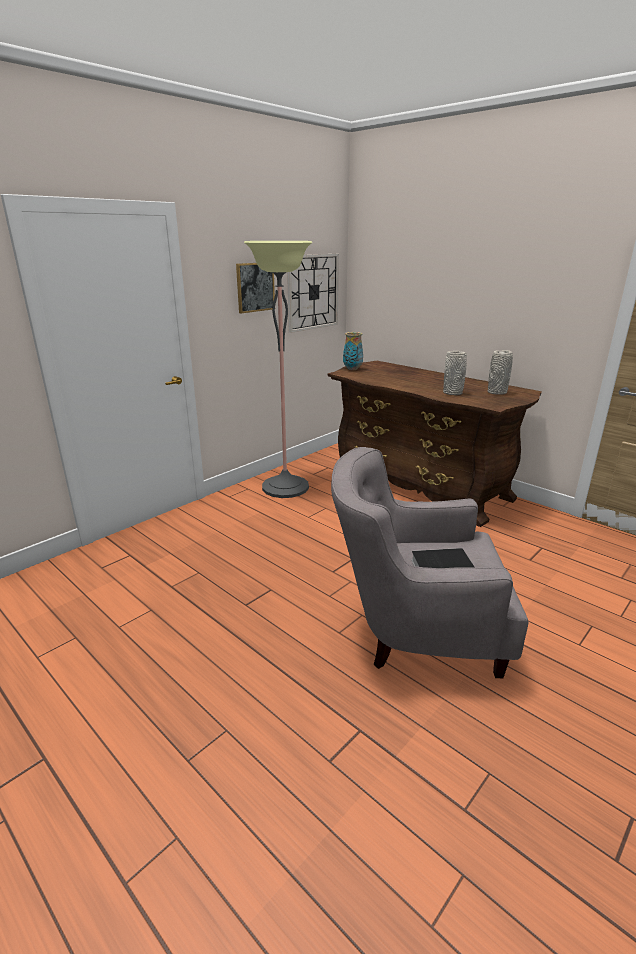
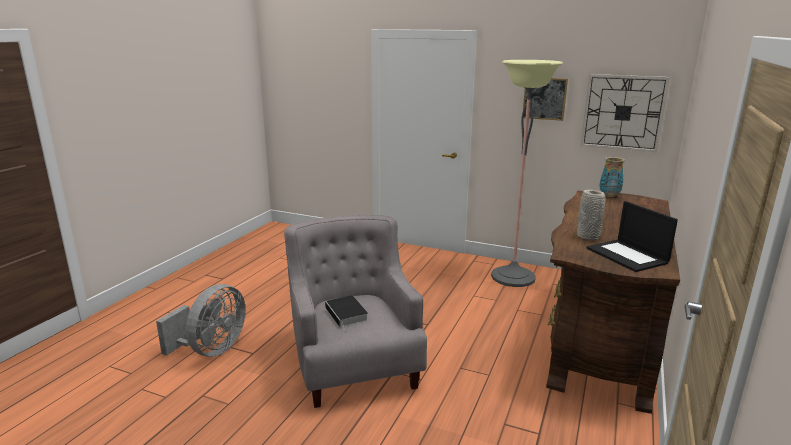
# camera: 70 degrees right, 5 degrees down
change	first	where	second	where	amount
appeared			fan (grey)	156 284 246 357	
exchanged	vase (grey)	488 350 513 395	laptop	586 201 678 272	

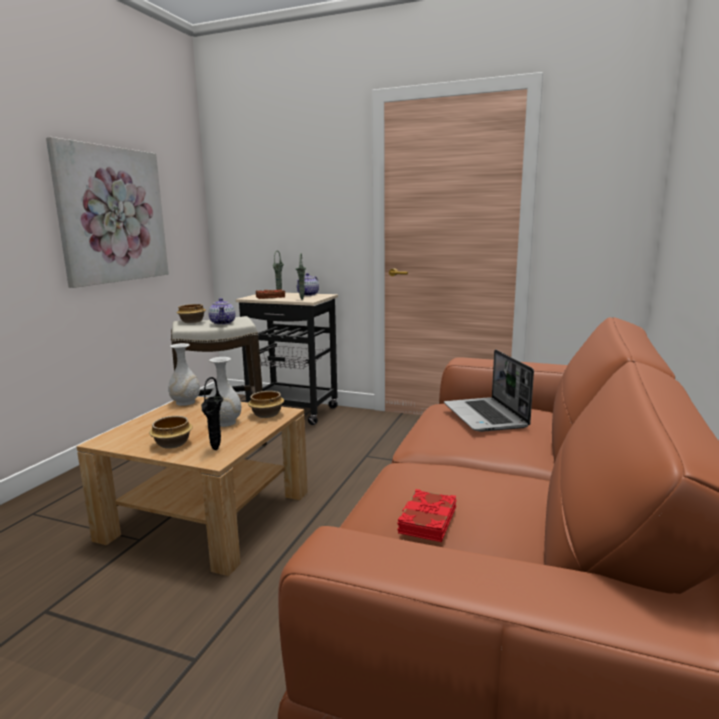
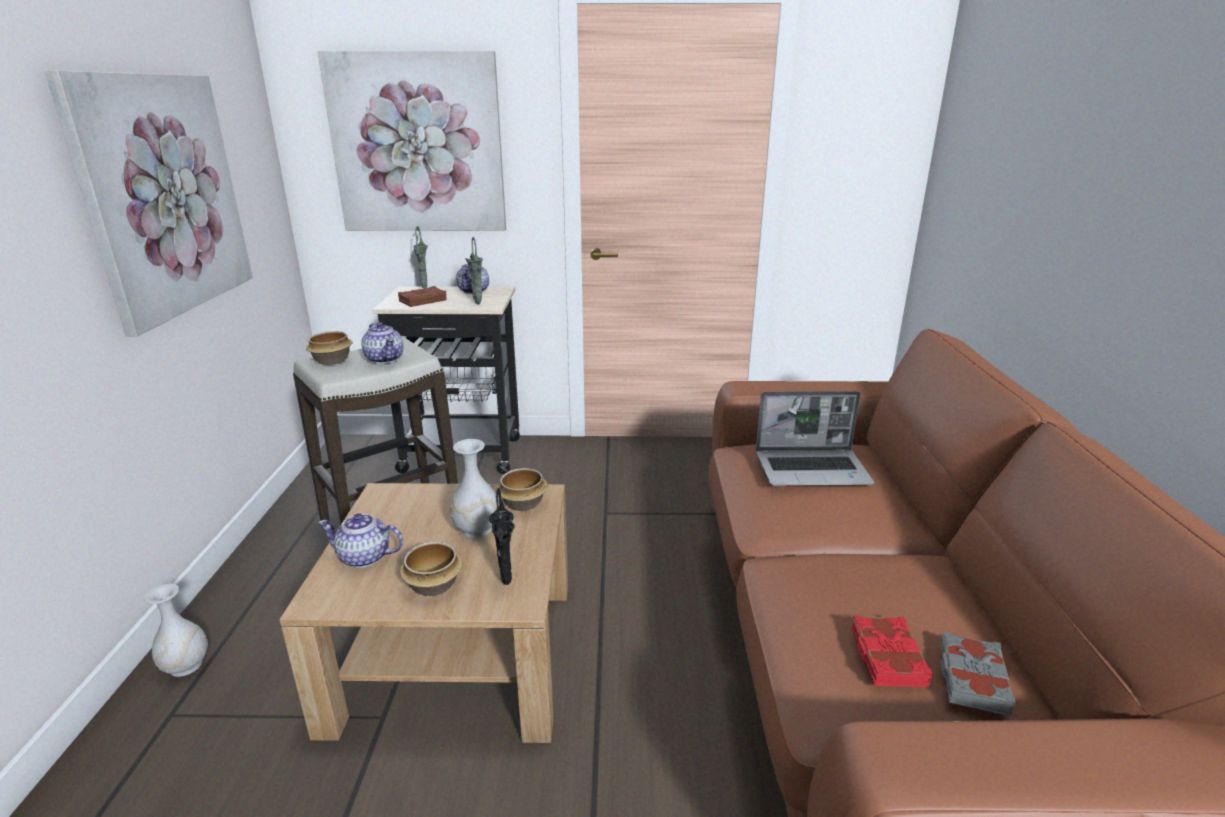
# camera: 20 degrees left, 10 degrees up
change	first	where	second	where	amount
appeared			picture	318 51 506 231	
appeared			teapot	318 513 403 568	
appeared			book (grey)	940 632 1015 716	
relocated	vase (white)	168 343 200 406		144 584 208 677	
spun	laptop	444 349 534 432		756 391 874 486	60 degrees counterclockwise

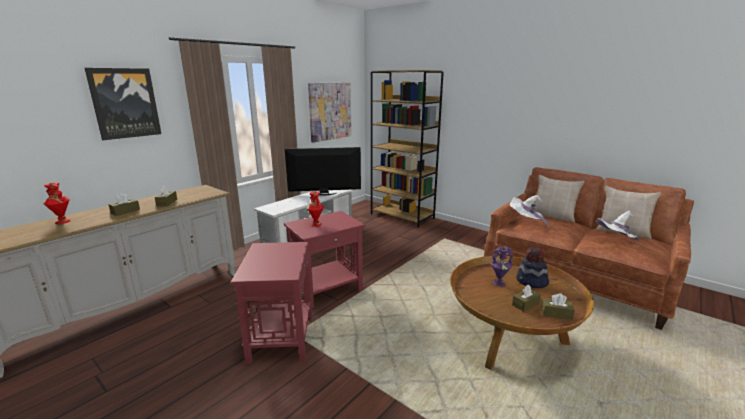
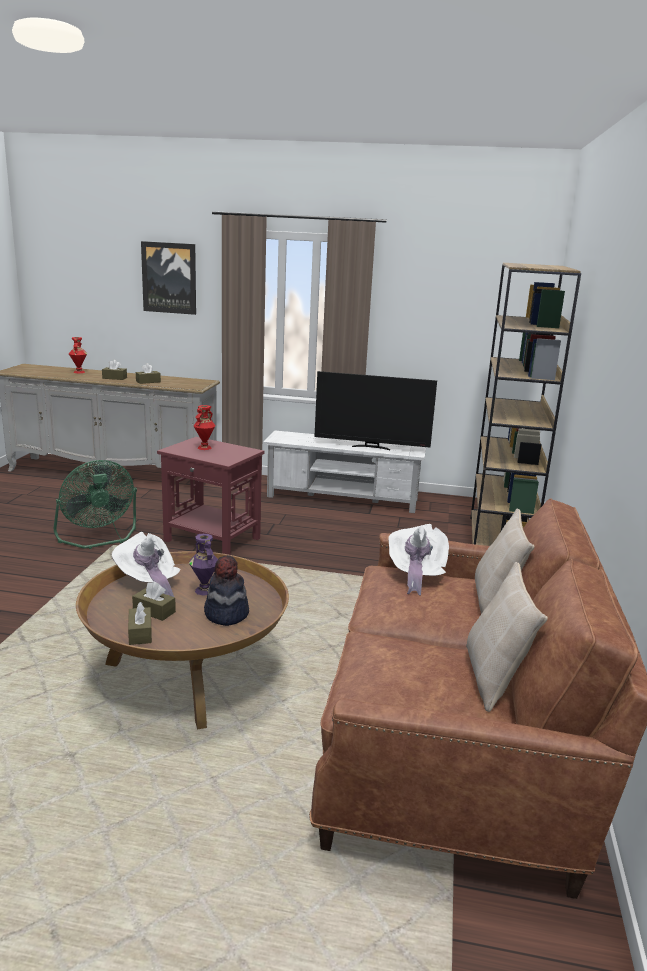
# camera: 60 degrees right, 0 degrees up
change	first	where	second	where	amount
missing	picture	308 82 352 143			
relocated	hat (white)	596 210 640 242		112 532 180 597	
exchanged	side table (red)	231 242 312 364	fan (green)	54 460 137 549	
spun	television	285 147 361 196		315 371 437 450	135 degrees clockwise

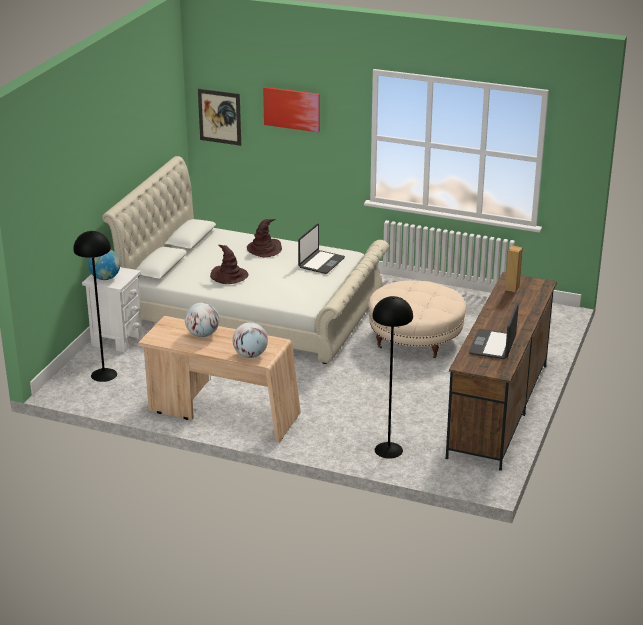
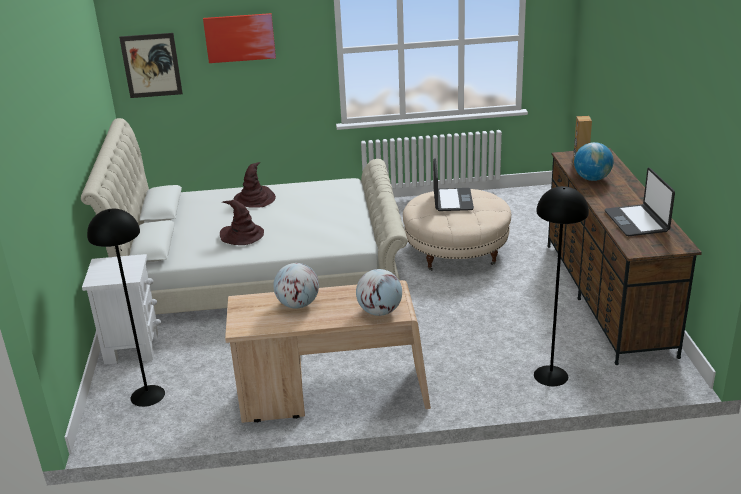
# camera: 25 degrees left, 0 degrees up
change	first	where	second	where	amount
relocated	globe	88 250 120 280		574 142 614 181	
relocated	laptop	298 224 345 274		433 158 474 211	

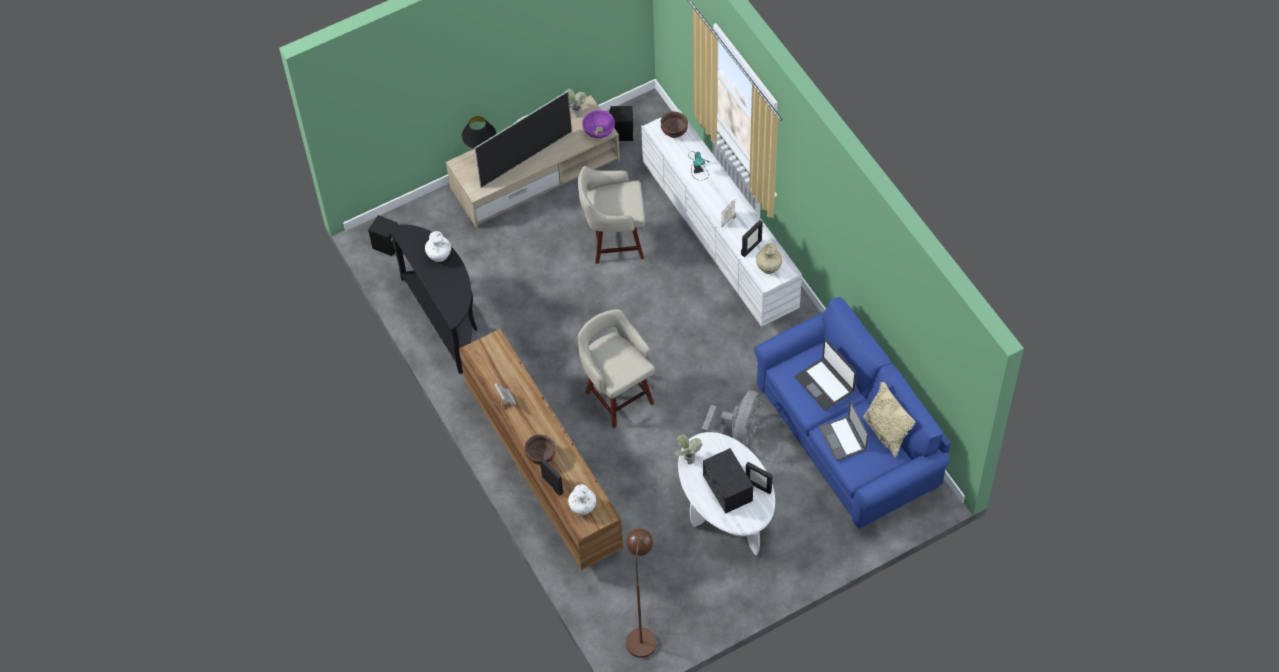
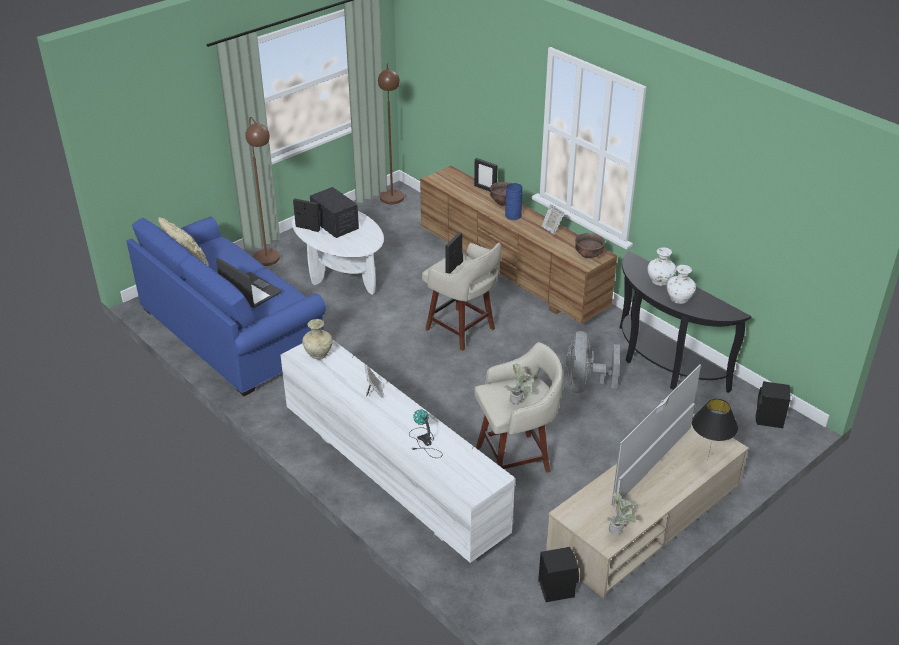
# camera: 165 degrees right, 20 degrees down
change	first	where	second	where	amount
missing	bowl (purple)	582 110 615 138			
missing	laptop	819 401 868 461			
appeared			floor lamp (brown)	245 117 280 266	
appeared			vase (blue)	505 183 522 220	
relocated	vase (white)	568 484 596 515		648 247 676 286	
relocated	bowl (brown)	660 111 688 138		575 233 605 258	
relocated	potted plant	674 434 702 464		504 364 533 404	
relocated	fan (grey)	702 390 761 446		566 331 620 393	
relocated	picture frame	741 220 763 257		446 232 463 274	

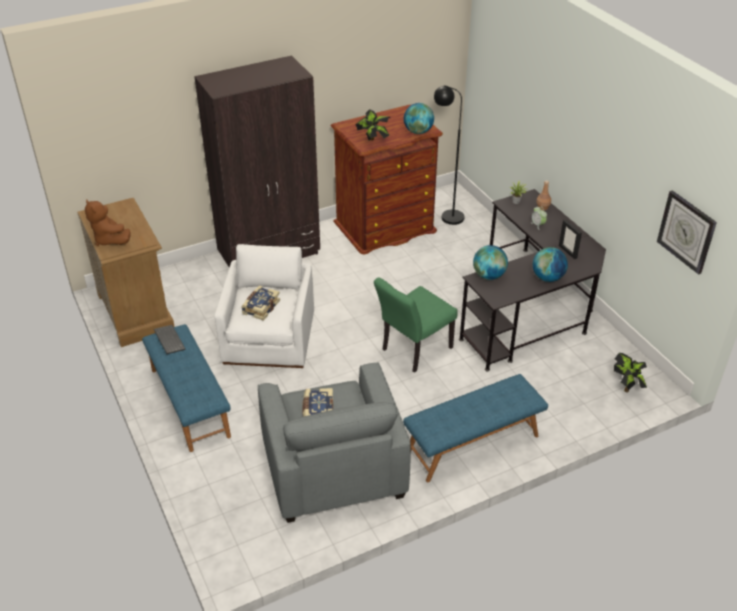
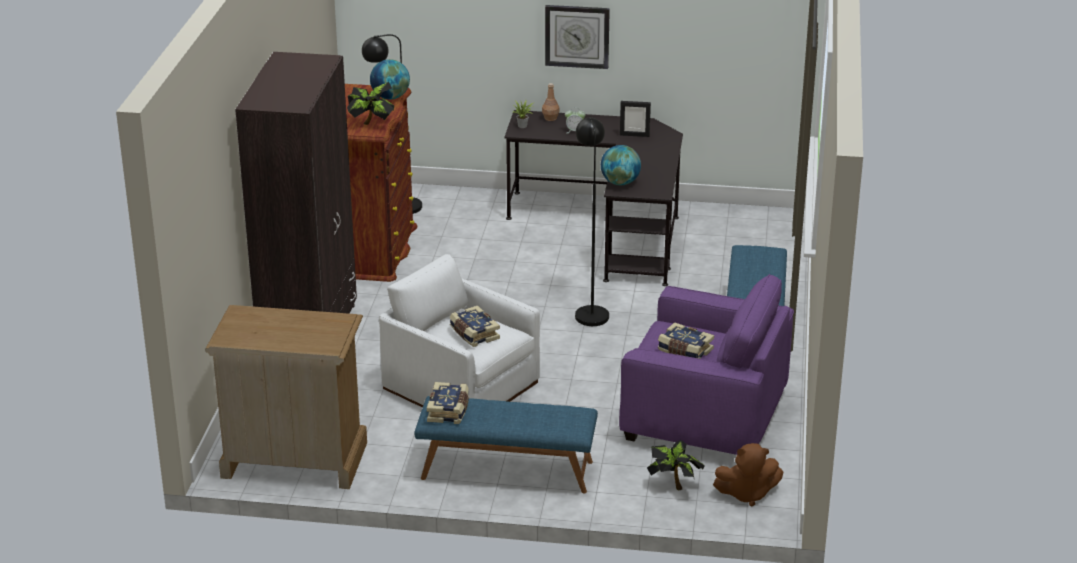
# camera: 55 degrees left, 10 degrees down
change	first	where	second	where	amount
missing	globe	533 247 568 282			
relocated	plush toy (brown)	85 199 130 246		713 443 783 506	
relocated	potted plant	614 353 647 392		647 440 705 490	
relocated	wall clock	657 190 717 275		545 5 610 69	
exchanged	keyboard	154 325 186 354	book	427 382 469 424	
exchanged	chair (green)	374 277 458 372	floor lamp (black)	575 117 609 326	
colour	armchair (grey)	258 362 411 523	armchair (purple)	619 274 794 455	

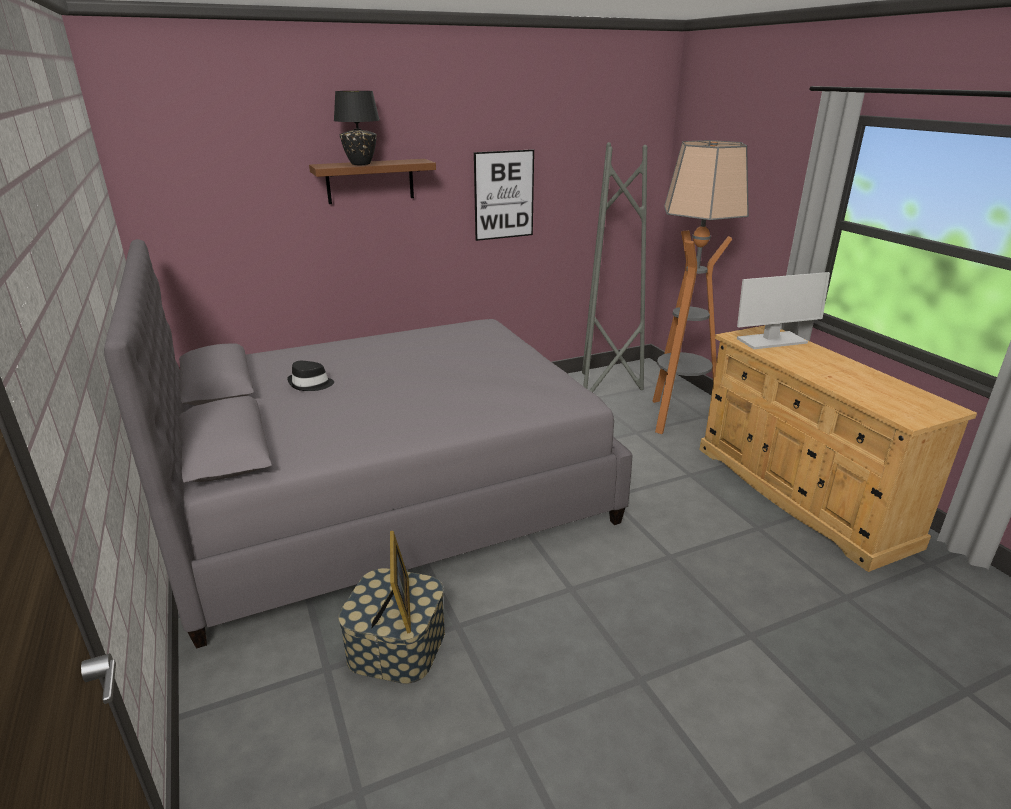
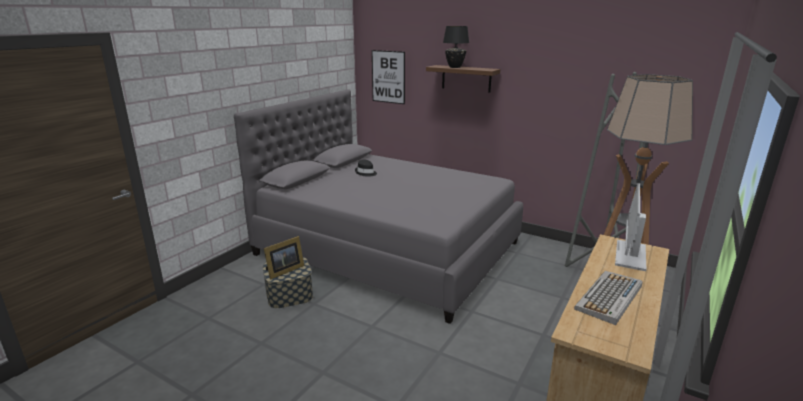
# camera: 55 degrees right, 5 degrees down
change	first	where	second	where	amount
appeared			keyboard	574 271 643 325	
relocated	picture	474 149 534 241		372 50 405 104	
spun	monitor	737 272 830 349		615 183 646 271	75 degrees clockwise

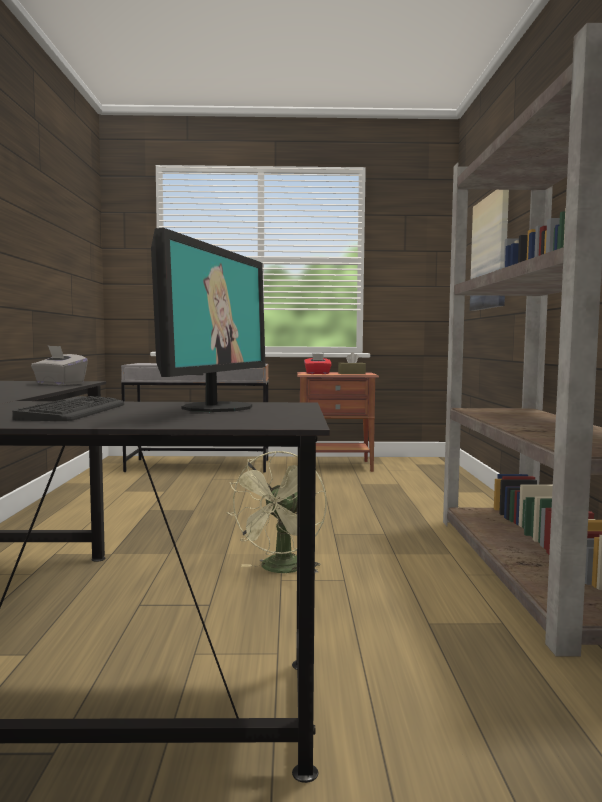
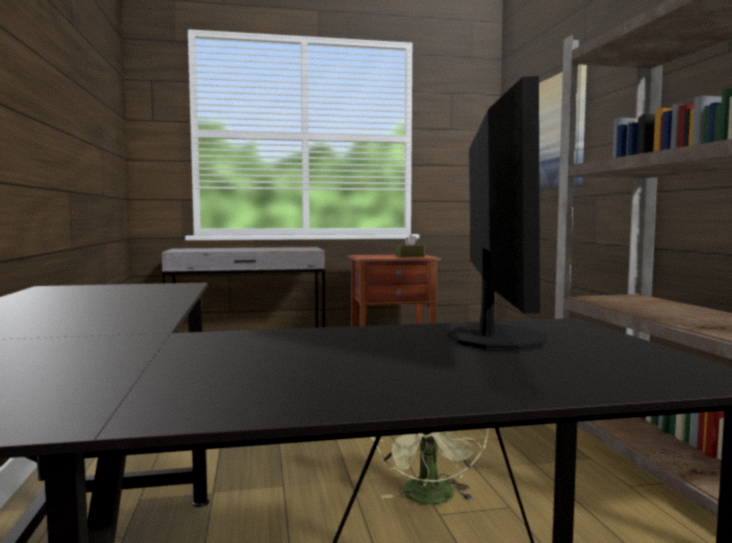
# camera: 10 degrees left, 0 degrees up
change	first	where	second	where	amount
missing	keyboard	12 396 124 421			
missing	tissue box (grey)	31 345 88 385			
missing	tissue box (red)	304 353 332 374			

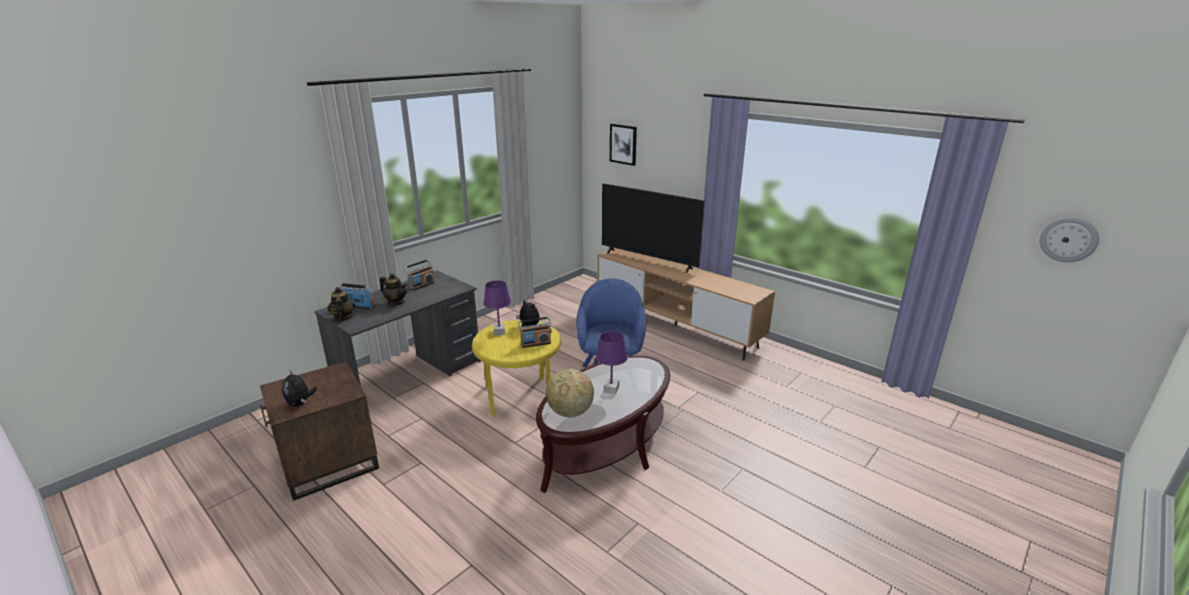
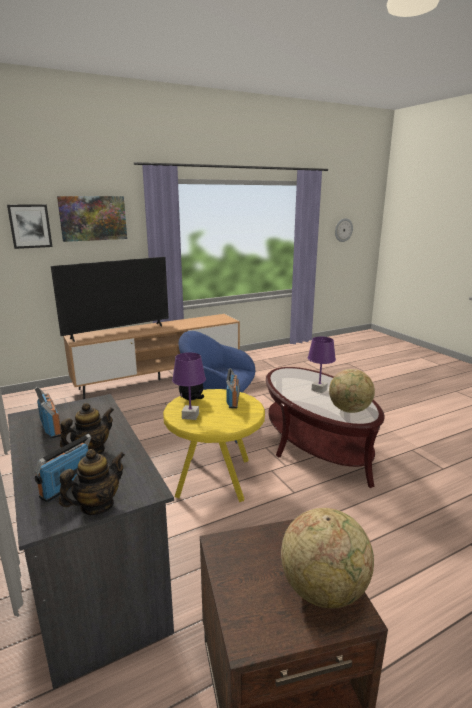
# camera: 70 degrees left, 5 degrees down
change	first	where	second	where	amount
appeared			picture	57 196 127 242	
exchanged	plush toy	282 369 317 407	globe	281 508 374 608	
spun	teapot	327 287 355 321		59 449 125 515	135 degrees clockwise

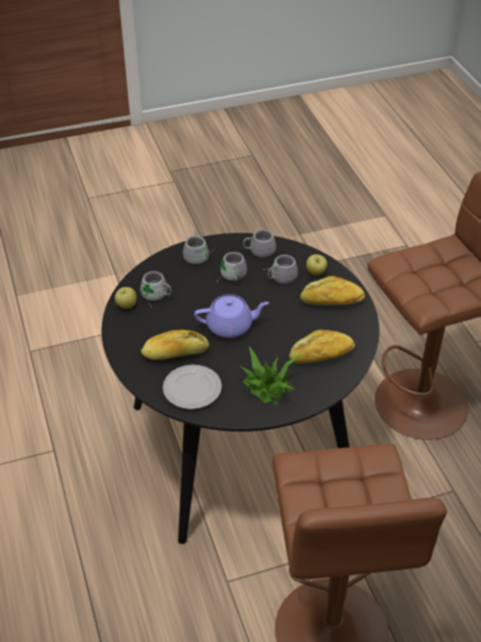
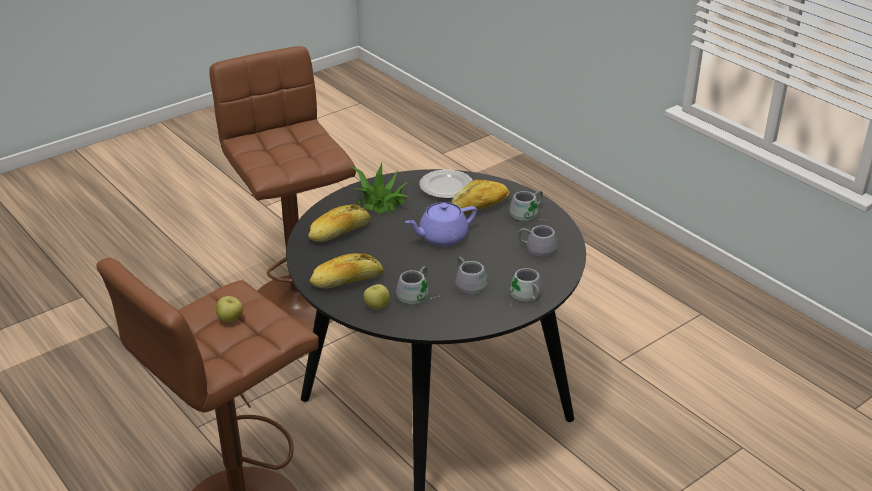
# camera: 160 degrees right, 10 degrees down
change	first	where	second	where	amount
relocated	apple	115 287 137 309		216 296 243 322	
relocated	mug (grey)	243 230 276 257		509 190 547 221	

